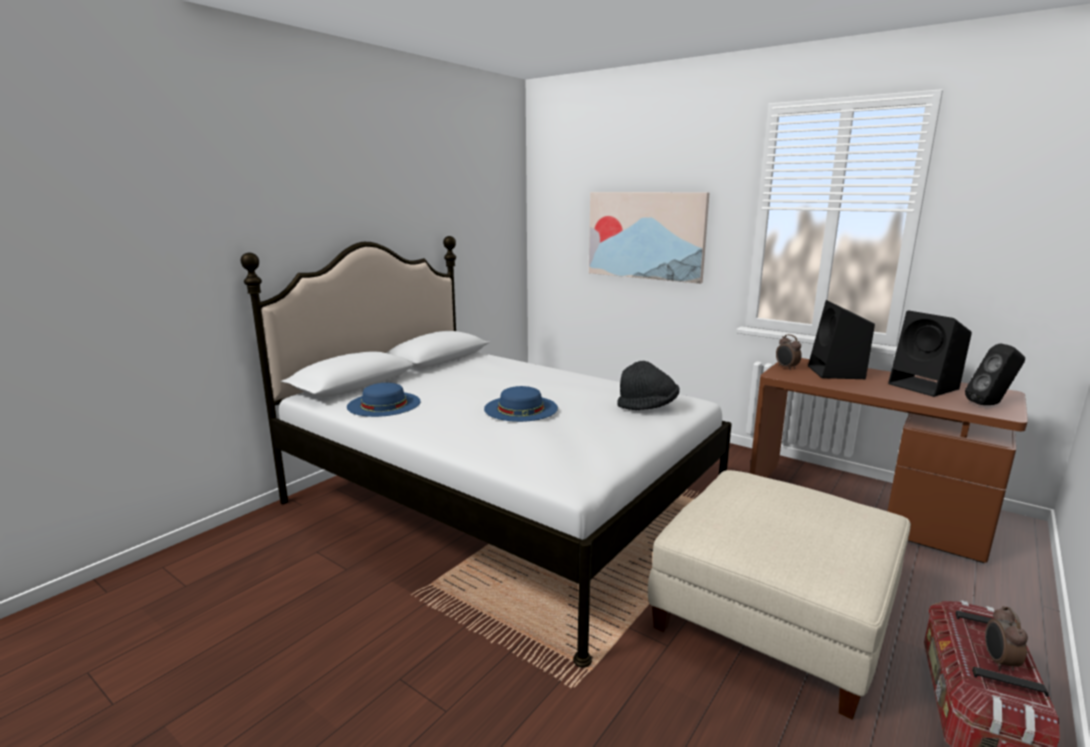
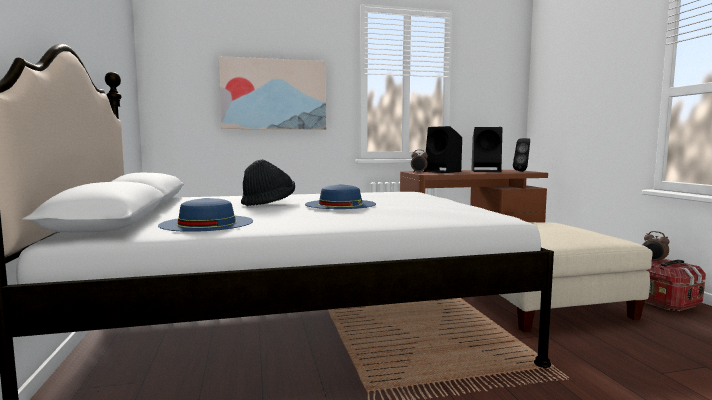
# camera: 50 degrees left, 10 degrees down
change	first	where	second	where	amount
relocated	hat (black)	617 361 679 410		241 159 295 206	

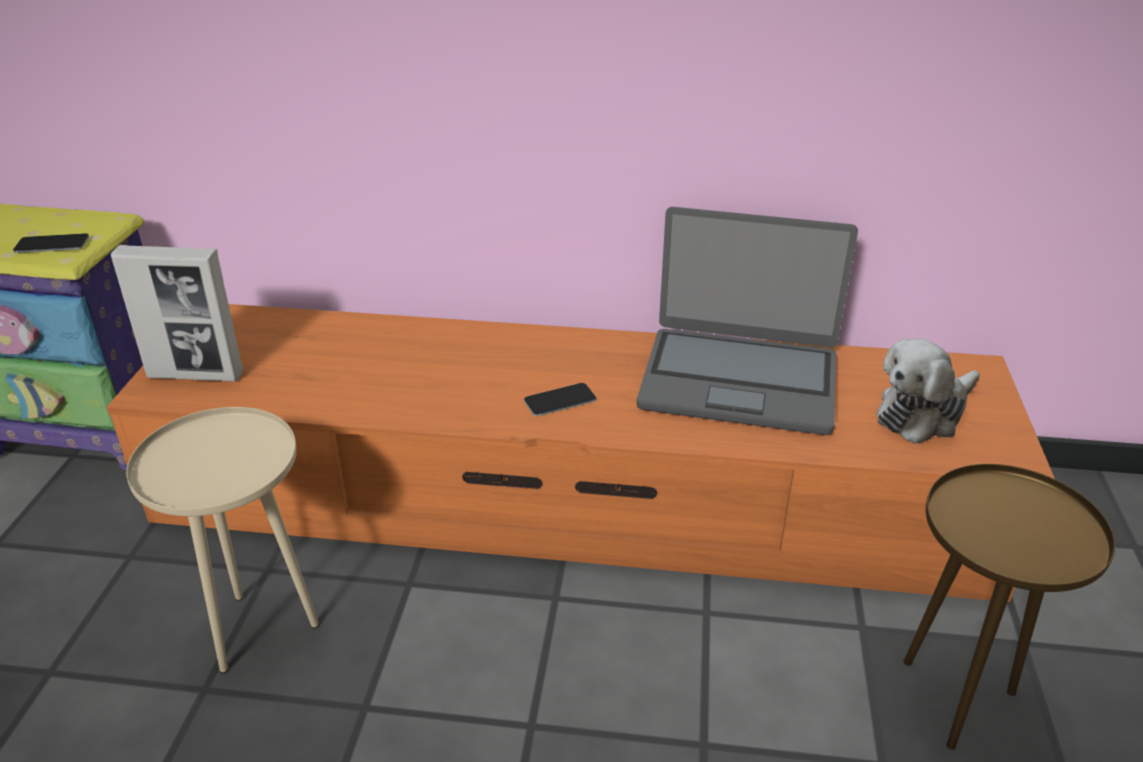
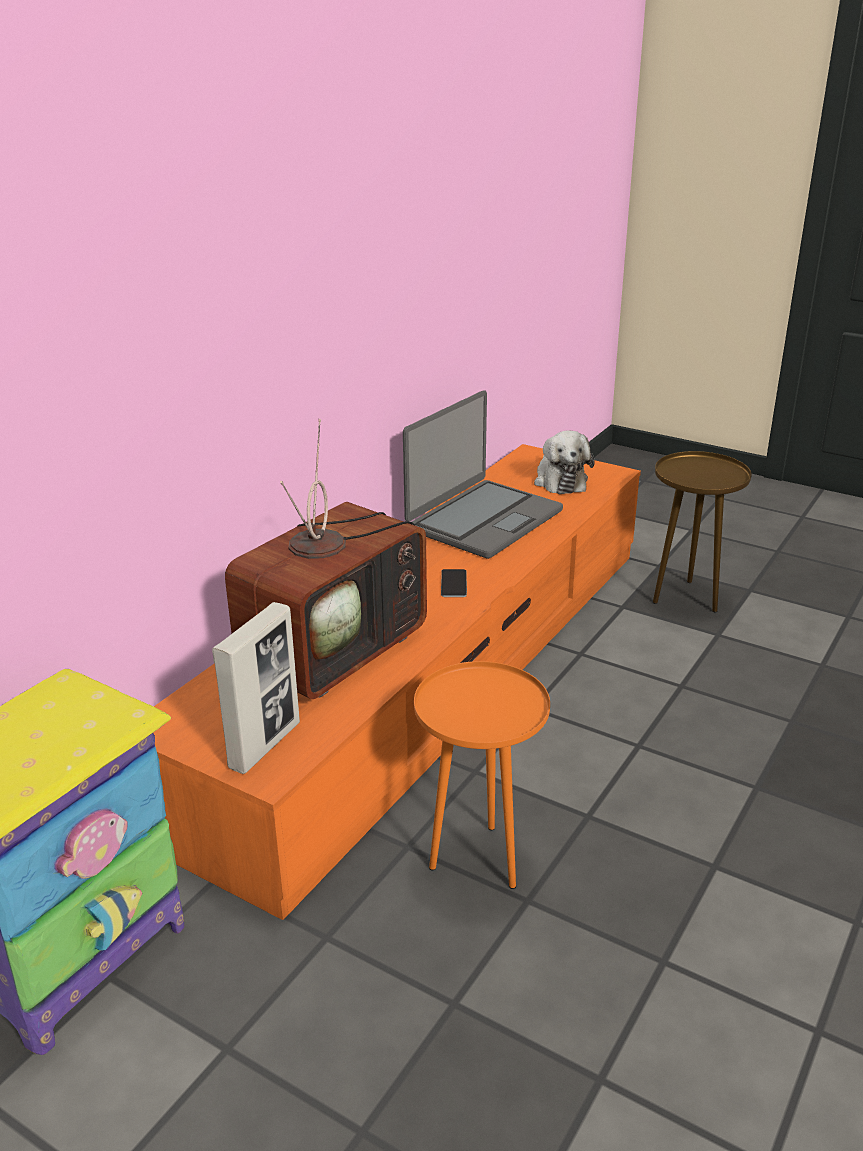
# camera: 65 degrees left, 5 degrees down
change	first	where	second	where	amount
missing	phone	13 233 89 253			
appeared			television	225 419 427 699	
colour	side table (beige)	126 407 319 673	side table (orange)	414 661 550 889	

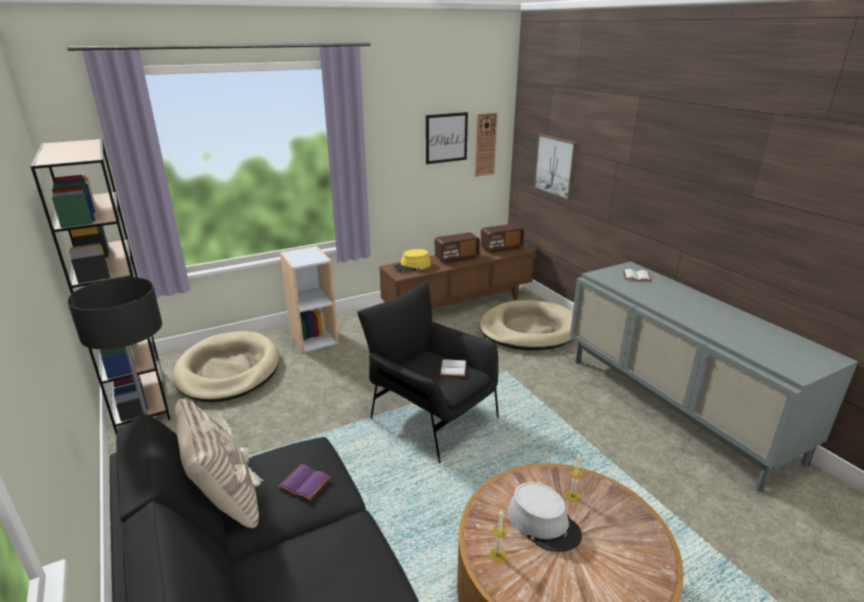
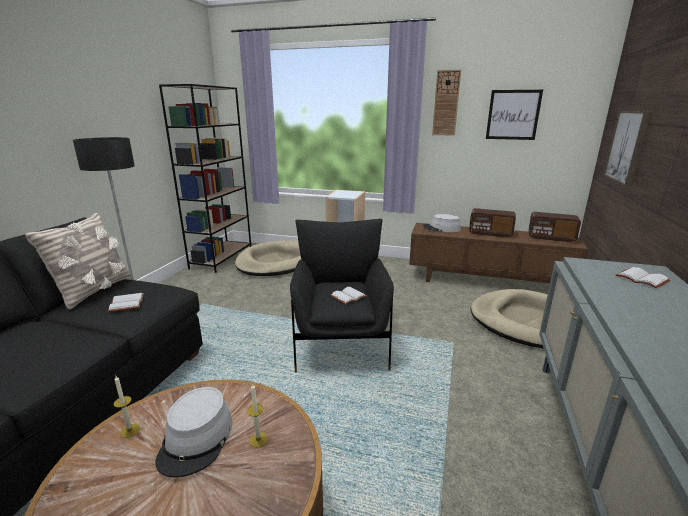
# camera: 45 degrees right, 5 degrees down
change	first	where	second	where	amount
relocated	wall clock	475 113 497 176		432 70 461 136	
colour	book (purple)	278 464 331 501	book (white)	108 293 144 312	
colour	hat (yellow)	394 249 431 272	hat (grey)	423 214 461 232	

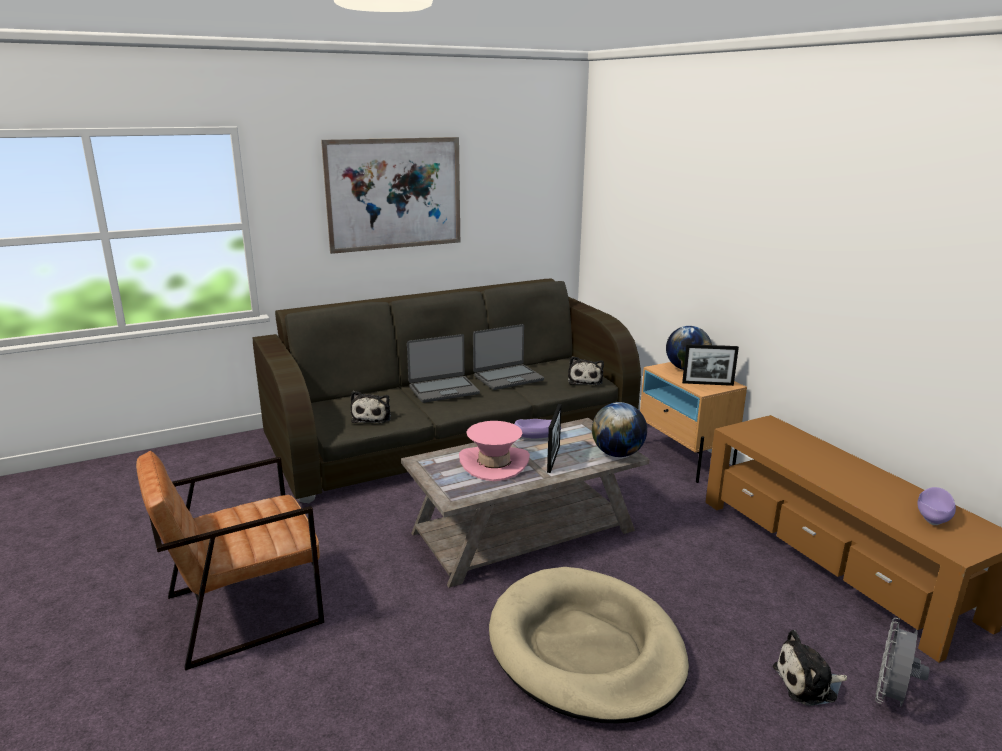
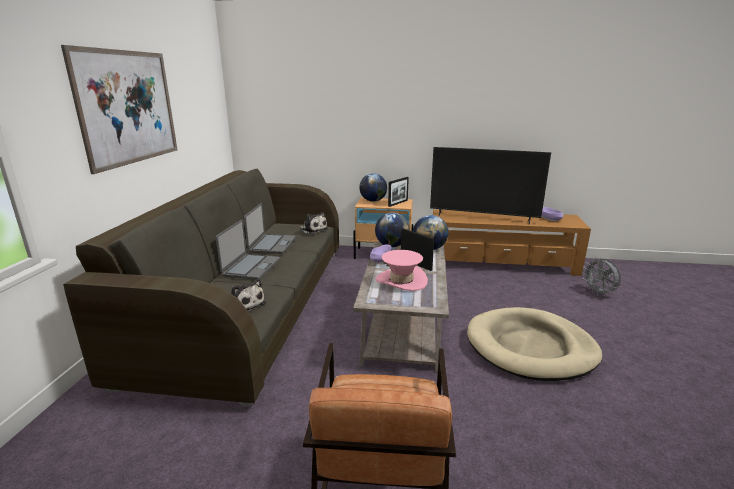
# camera: 55 degrees left, 0 degrees up
change	first	where	second	where	amount
missing	plush toy	773 630 847 706			
appeared			globe	375 213 410 247	
appeared			television	430 147 551 225	

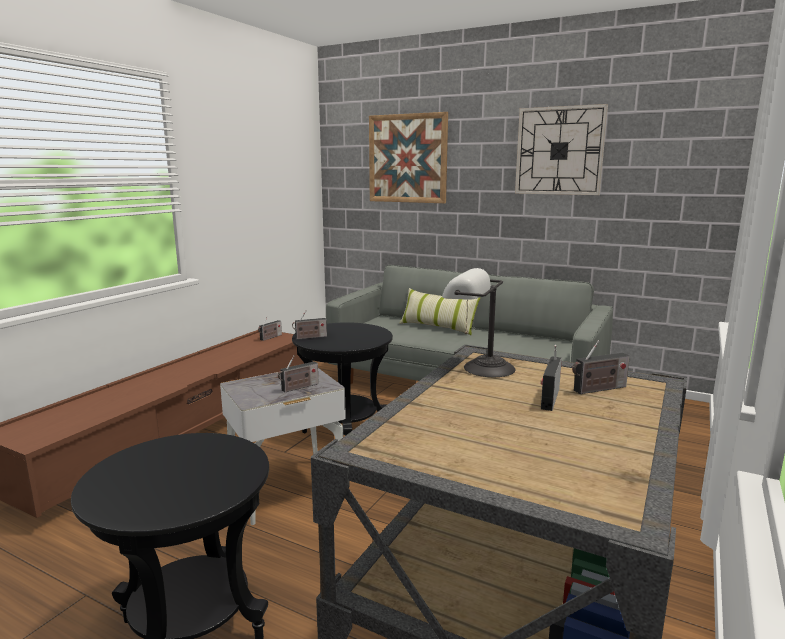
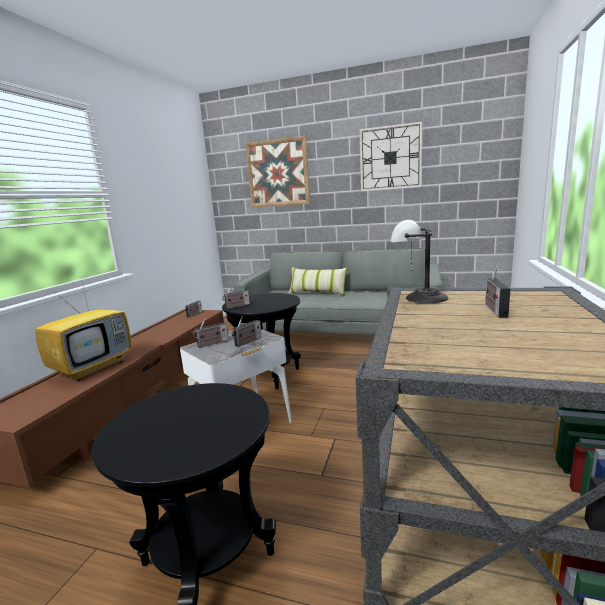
# camera: 10 degrees left, 0 degrees up
change	first	where	second	where	amount
appeared			television	35 279 132 381	
relocated	radio	572 340 630 394		193 318 229 348	

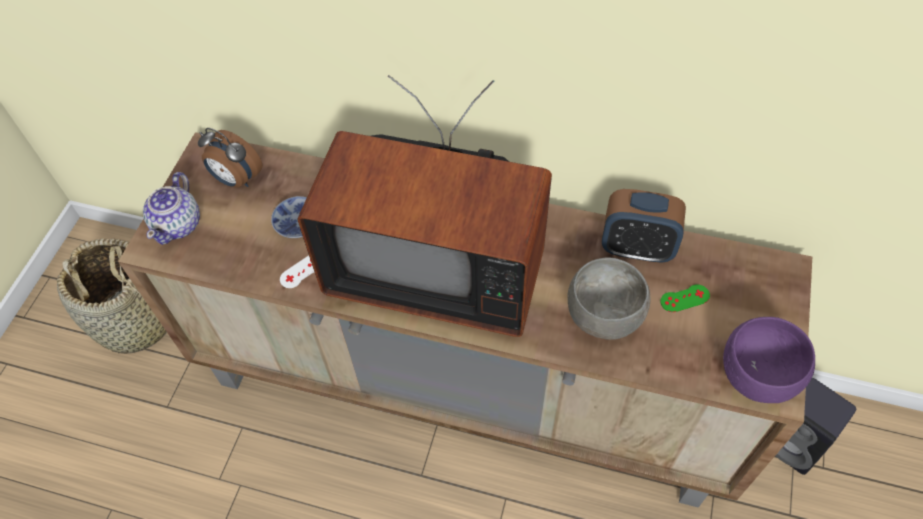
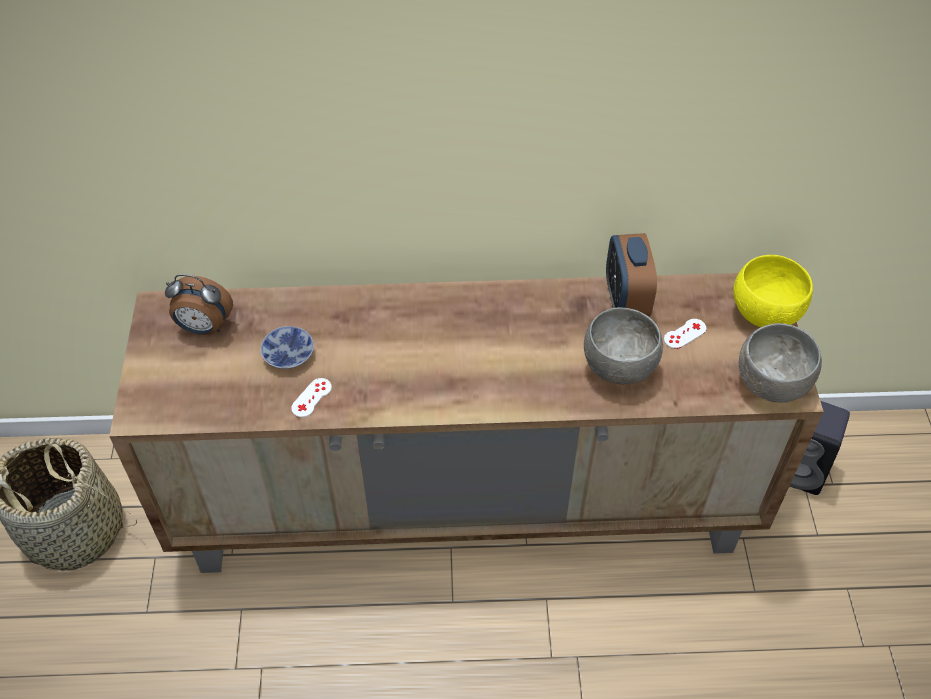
# camera: 20 degrees left, 5 degrees down
change	first	where	second	where	amount
missing	teapot	143 172 200 245			
missing	television	297 75 552 337			
appeared			bowl (yellow)	733 255 813 327	
colour	game controller (green)	660 284 710 312	game controller (white)	664 319 707 349	
colour	bowl (purple)	723 317 815 403	bowl (grey)	739 323 822 403	
spun	alarm clock	602 189 686 263		606 233 657 317	90 degrees clockwise

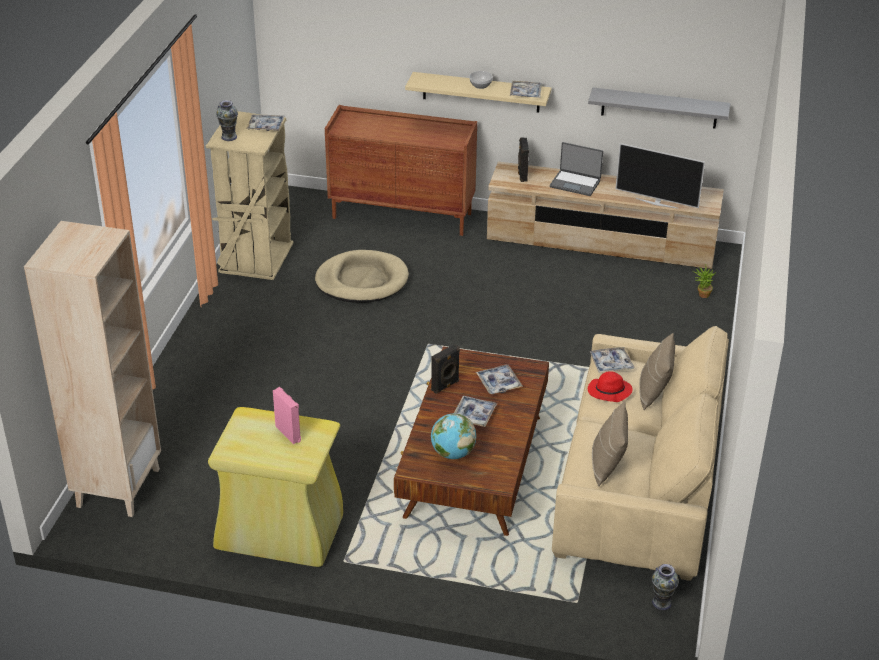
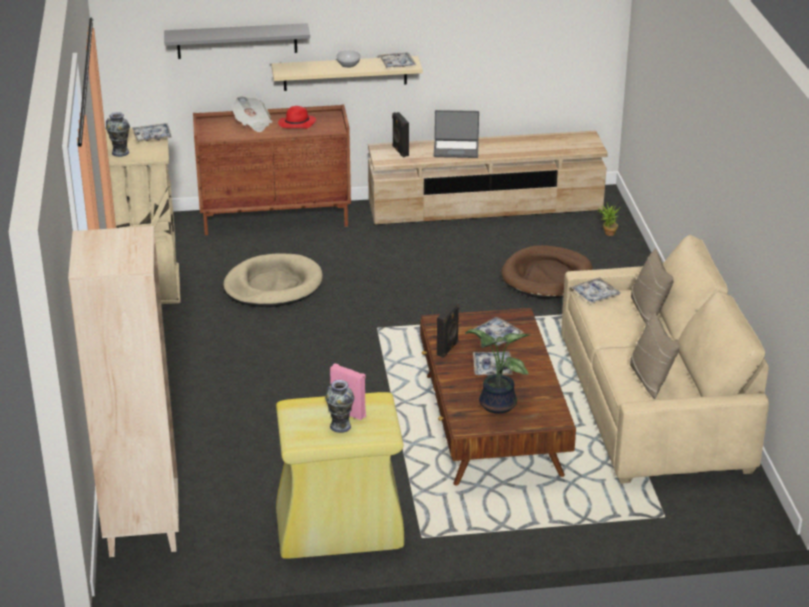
# camera: 20 degrees left, 5 degrees down
change	first	where	second	where	amount
missing	television	615 143 705 208			
appeared			newspaper	232 96 273 132	
appeared			dog bed (brown)	501 245 593 298	
relocated	shelf (grey)	588 88 731 129		164 23 310 59	
relocated	hat (red)	588 371 633 402		278 106 316 129	
relocated	vase	652 564 679 610		325 380 354 433	
exchanged	globe	431 413 476 459	potted plant	465 329 531 414	

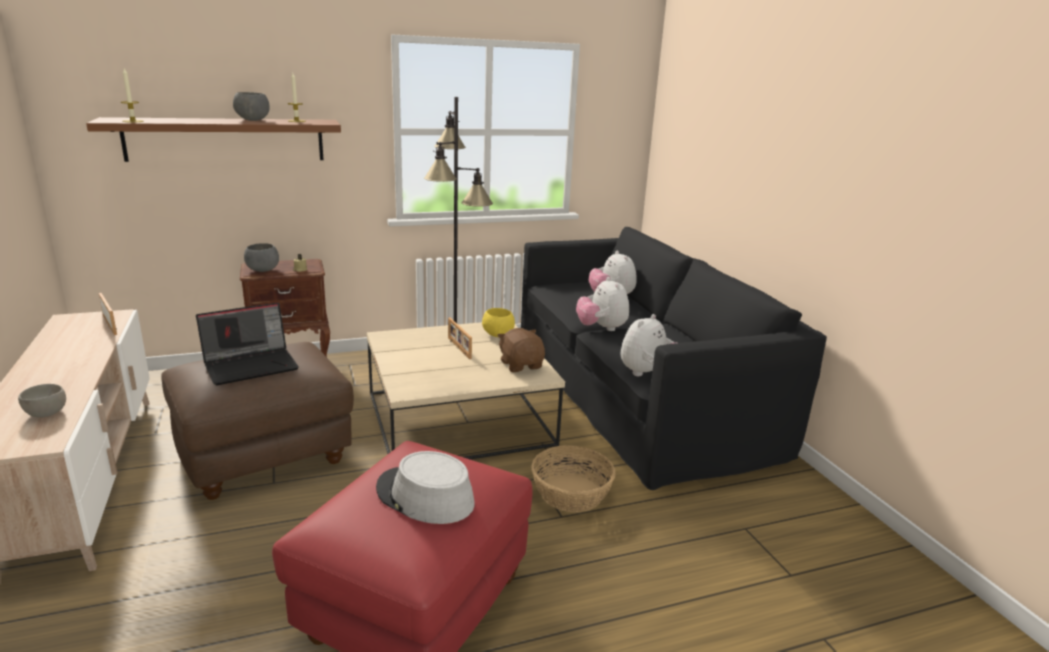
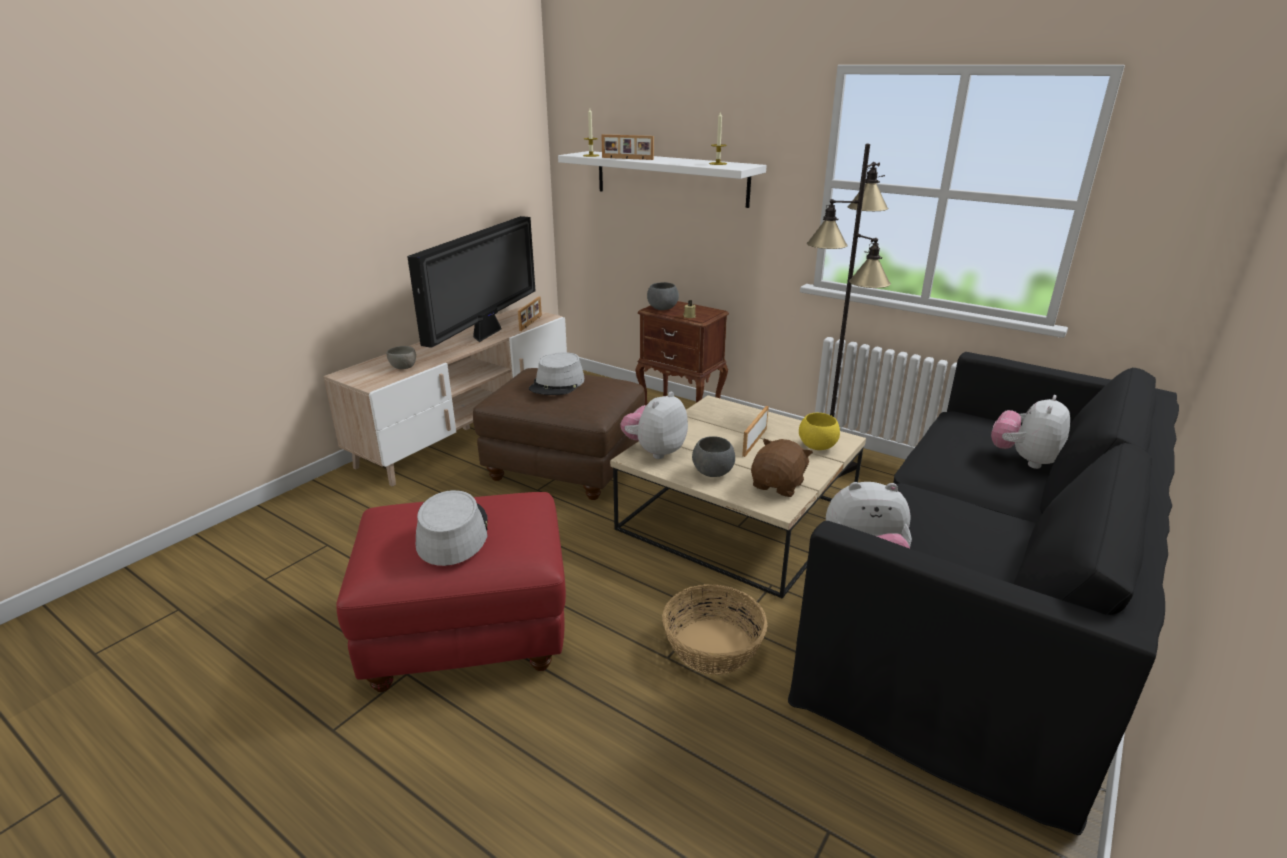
# camera: 55 degrees right, 5 degrees up
change	first	where	second	where	amount
appeared			television	407 216 536 348	
appeared			picture frame	601 134 654 160	
relocated	bowl (grey)	233 92 270 121		692 436 735 477	
relocated	plush toy	576 277 629 331		620 391 688 459	
exchanged	laptop	196 302 299 385	hat (grey)	529 352 585 395	
colour	shelf (brown)	86 117 341 162	shelf (white)	558 151 767 208	

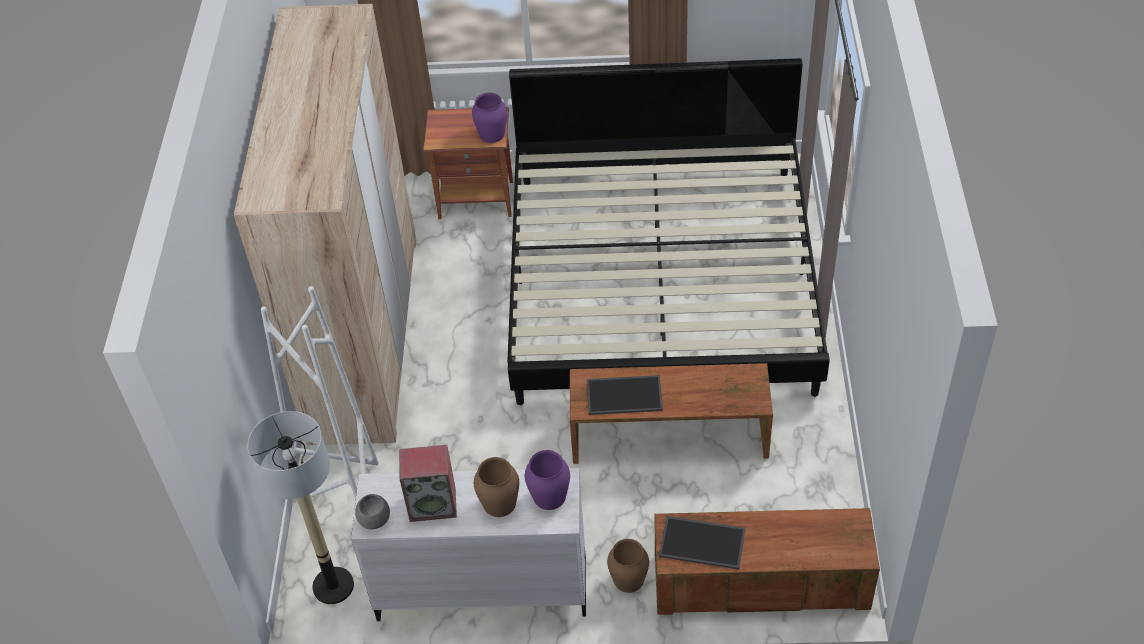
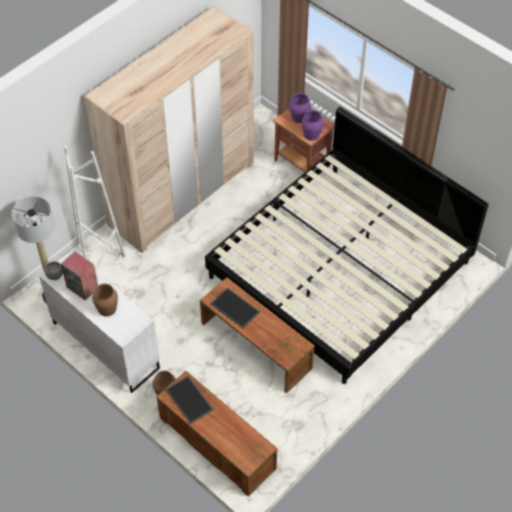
# camera: 40 degrees right, 5 degrees up
change	first	where	second	where	amount
relocated	vase (purple)	525 450 570 510		289 93 311 123	

